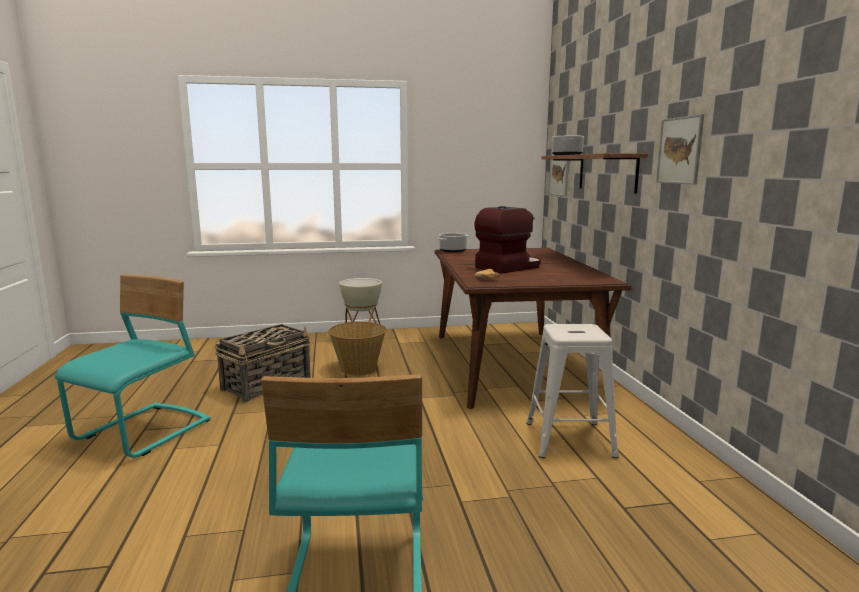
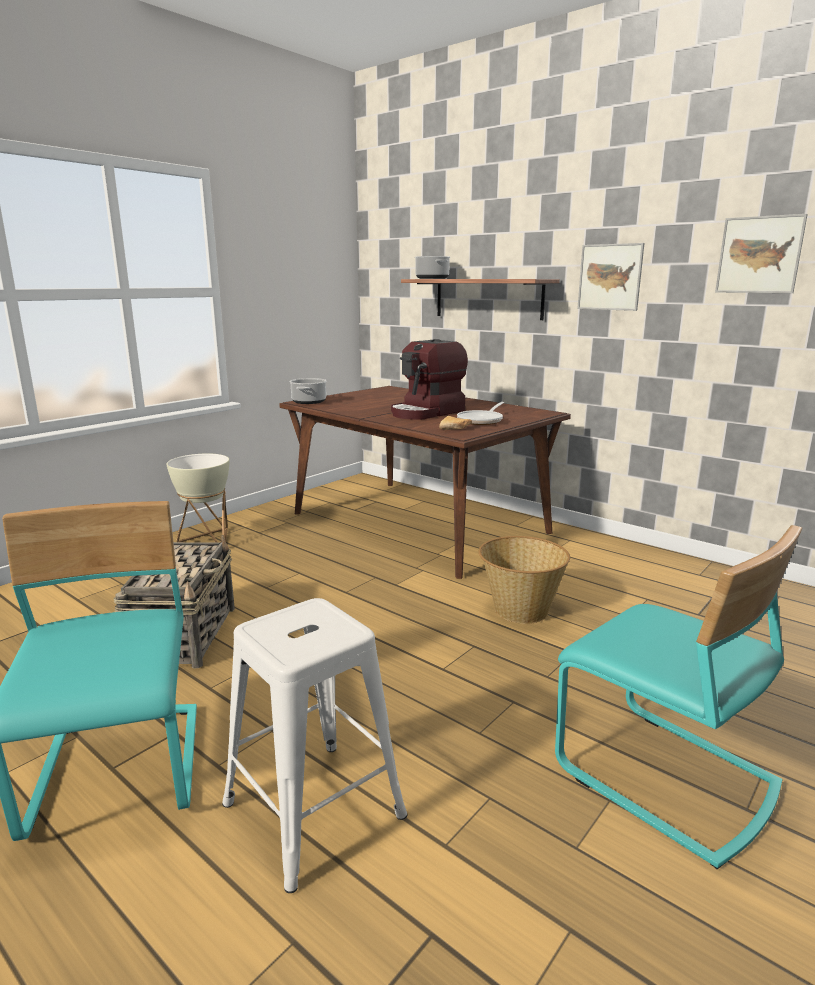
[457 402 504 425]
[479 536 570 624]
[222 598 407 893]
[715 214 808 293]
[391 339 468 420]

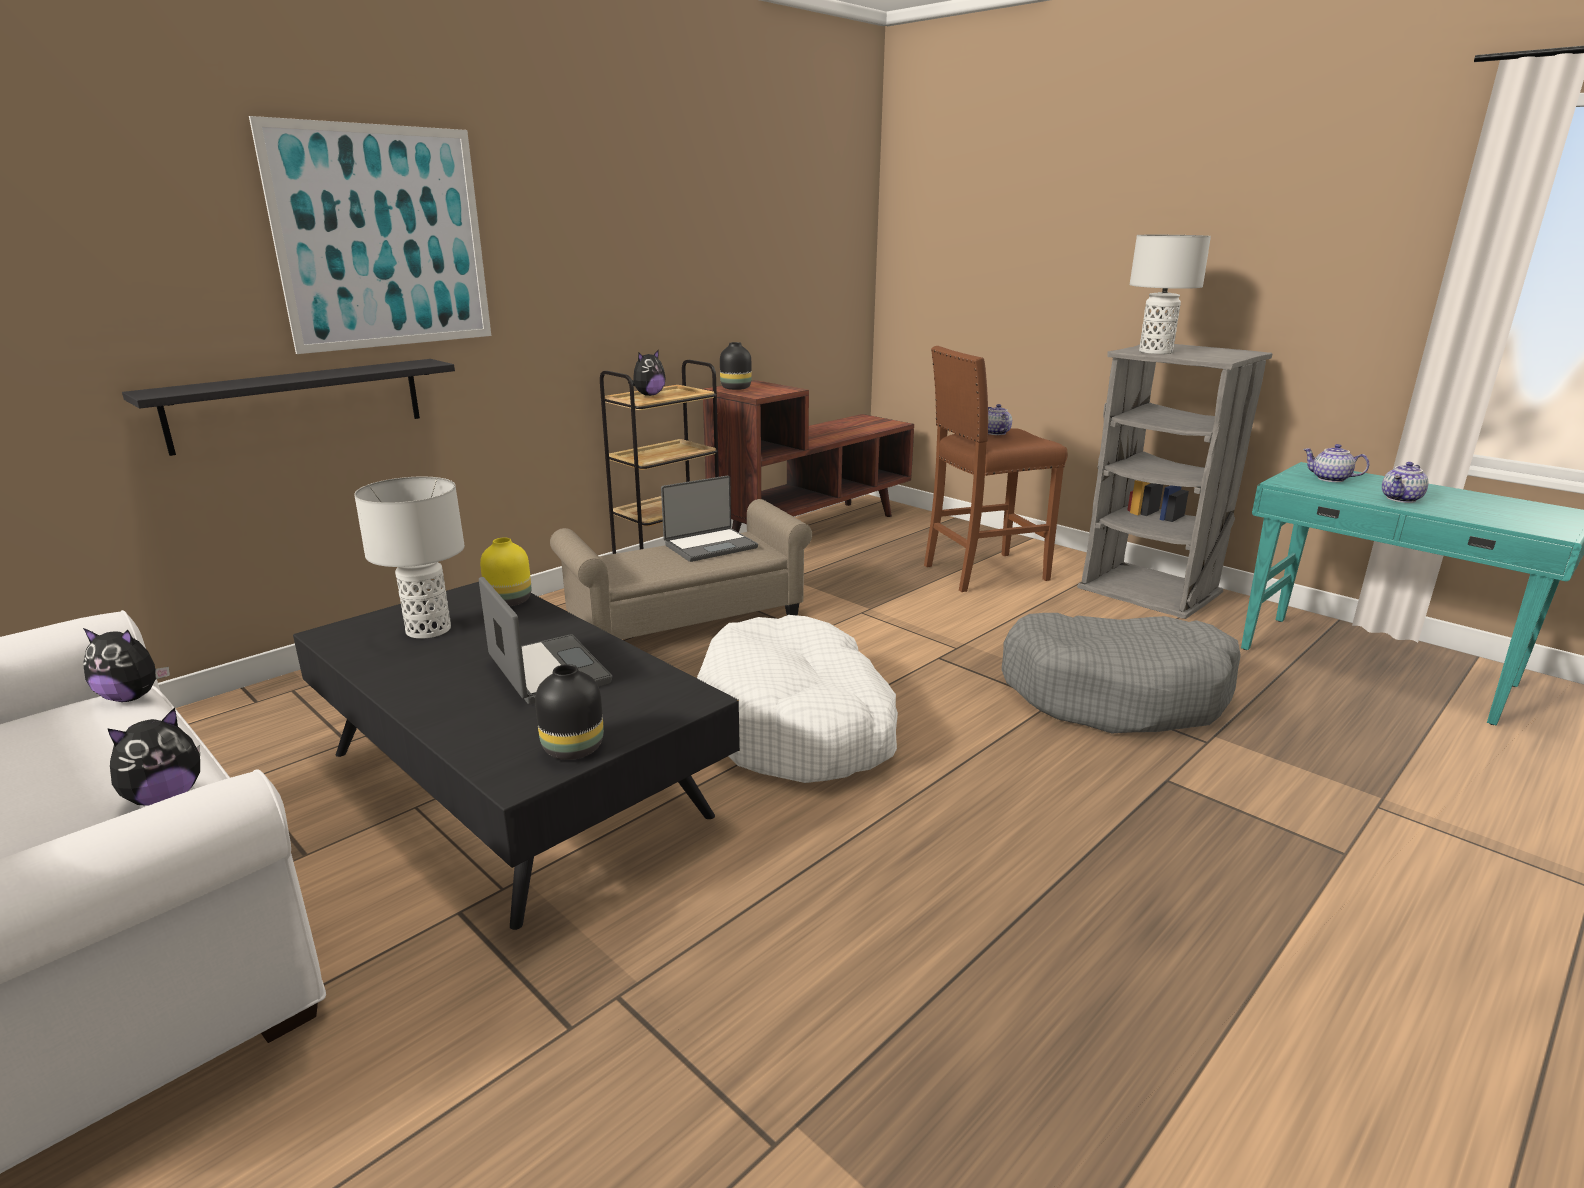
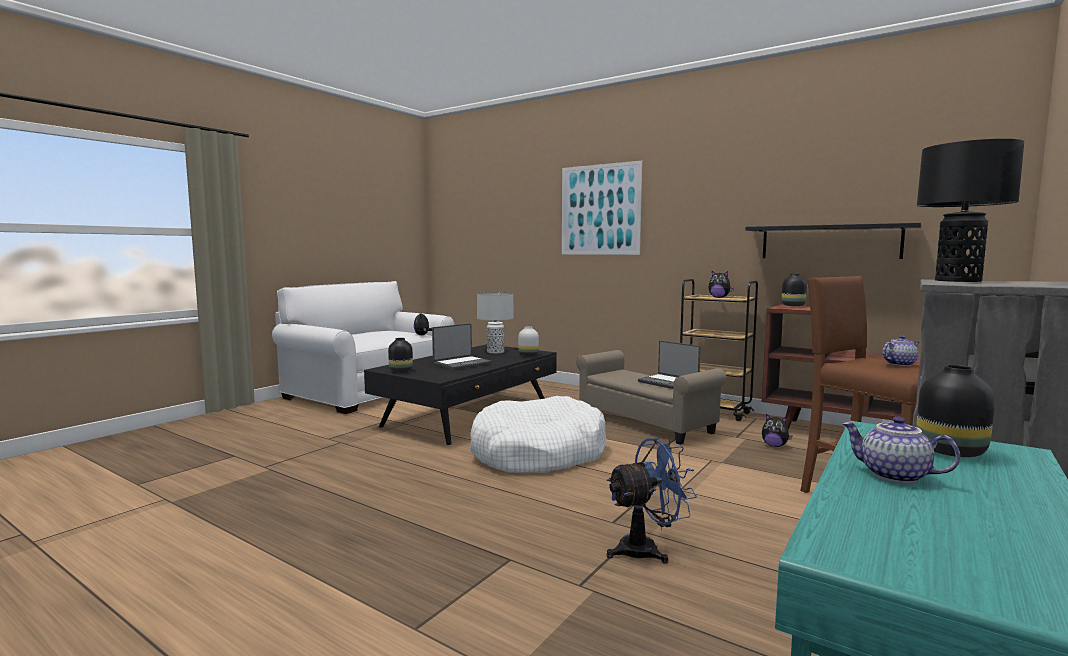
[762 414 792 447]
[746 223 921 259]
[607 437 697 564]
[916 365 995 457]
[518 326 539 356]
[917 139 1024 282]

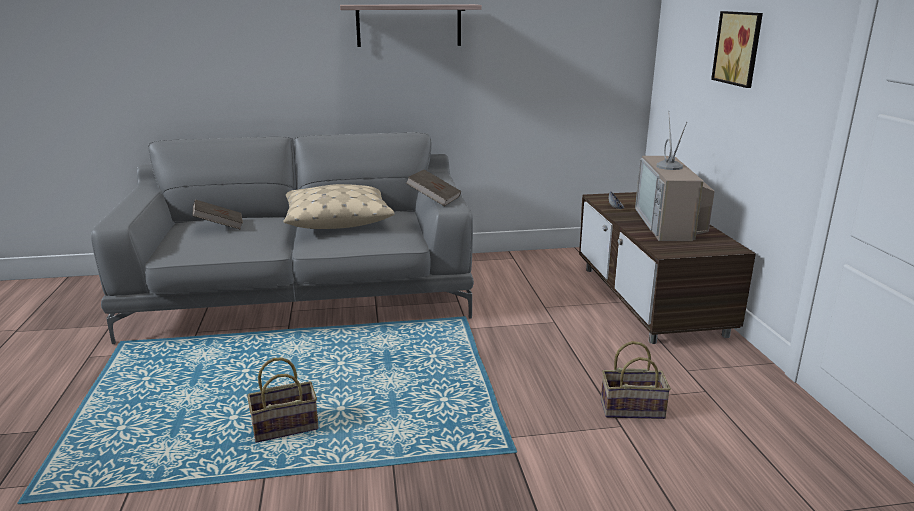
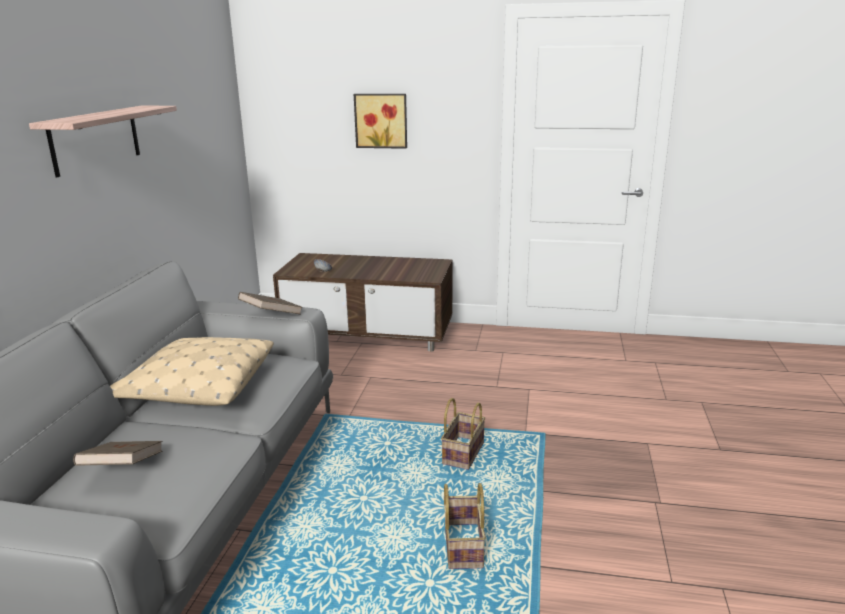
[635 110 715 242] (first image)
[441 398 485 470]

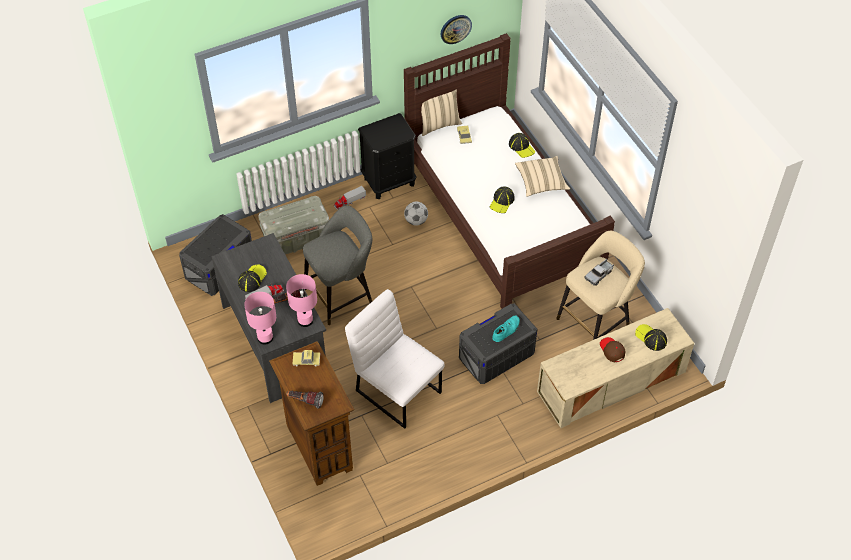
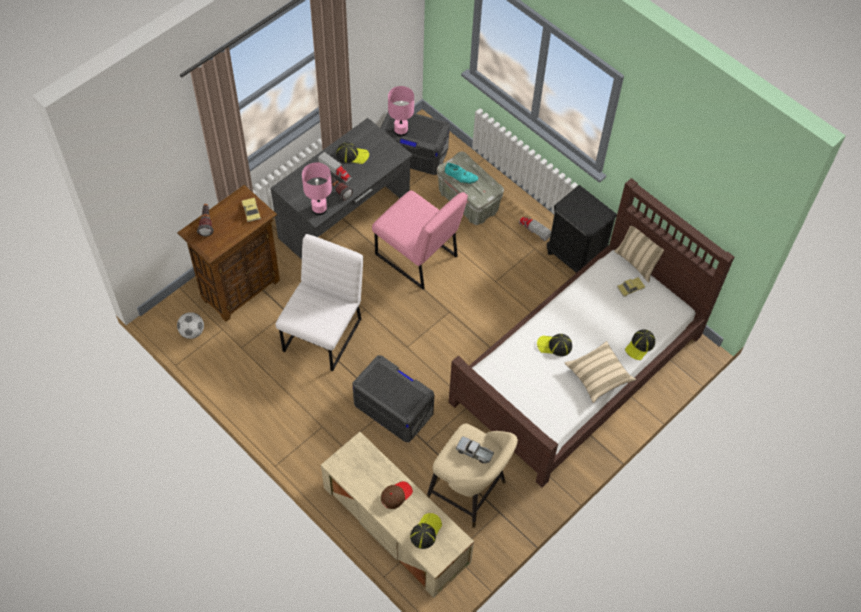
[440 15 472 44] (first image)
[388 86 414 136]
[177 312 204 339]
[445 163 478 184]
[372 190 468 289]

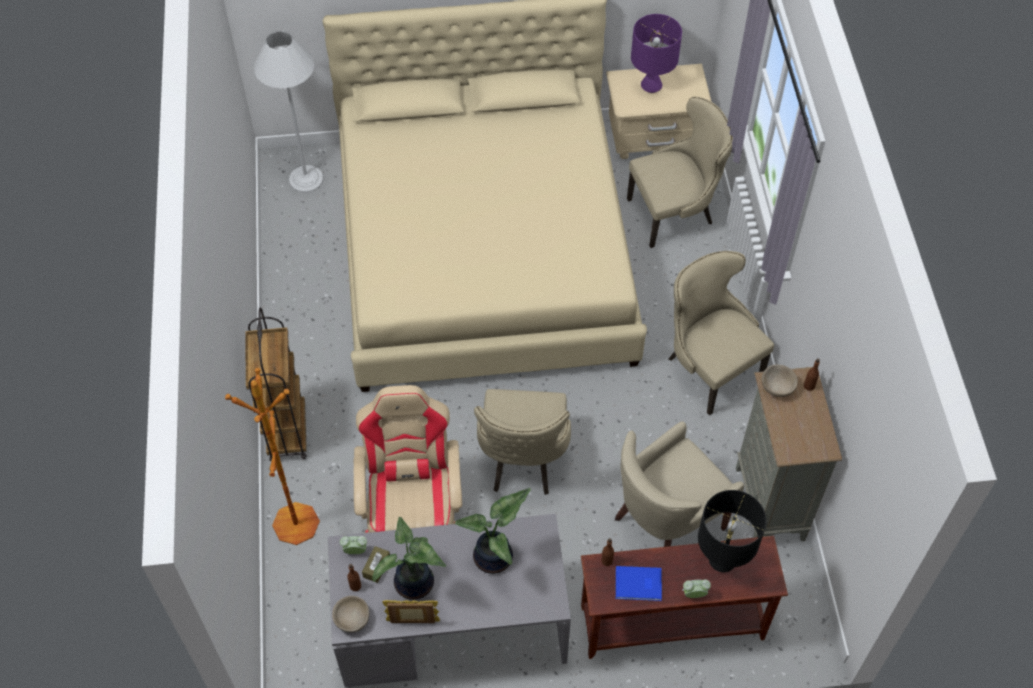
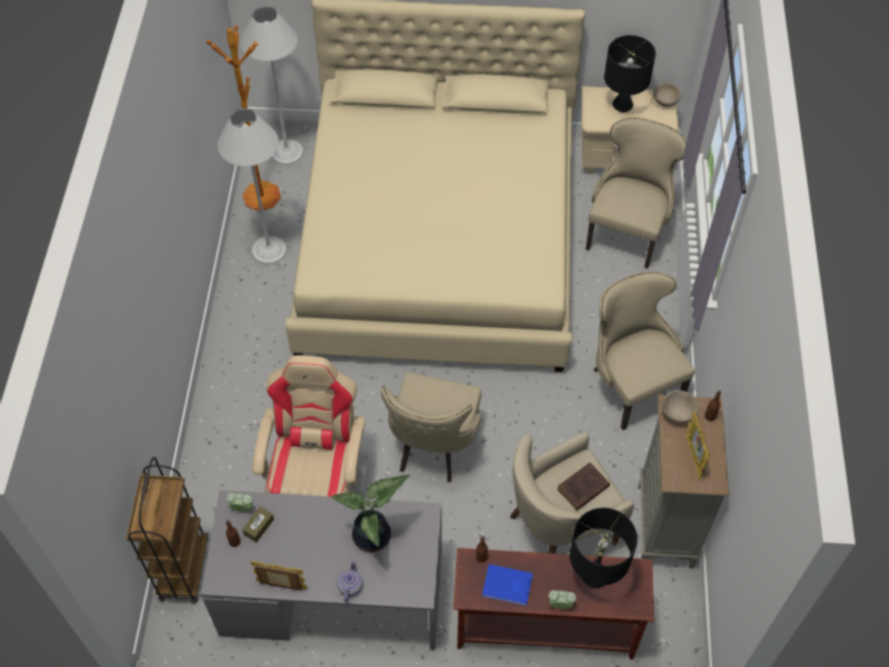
[372 517 446 600] (first image)
[218 108 287 265]
[337 560 363 603]
[557 462 610 510]
[685 411 711 480]
[206 26 281 211]
[126 457 209 603]
[653 83 680 107]
[604 35 656 112]
[586 117 687 269]

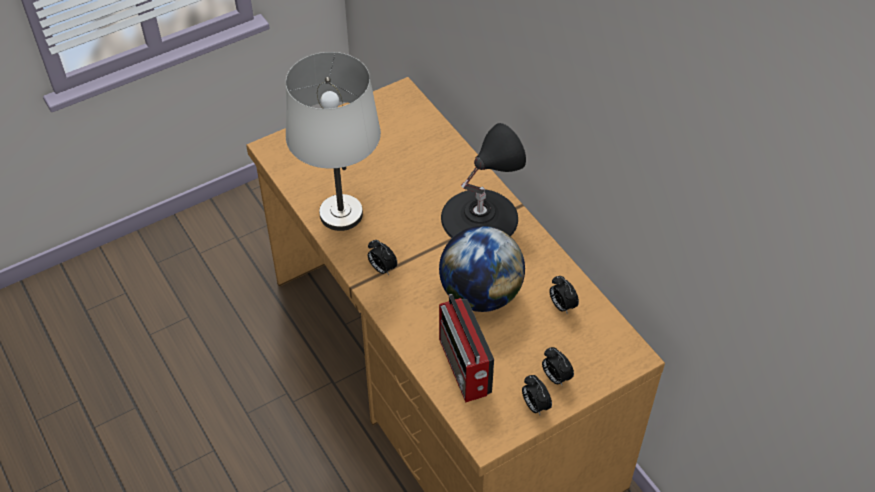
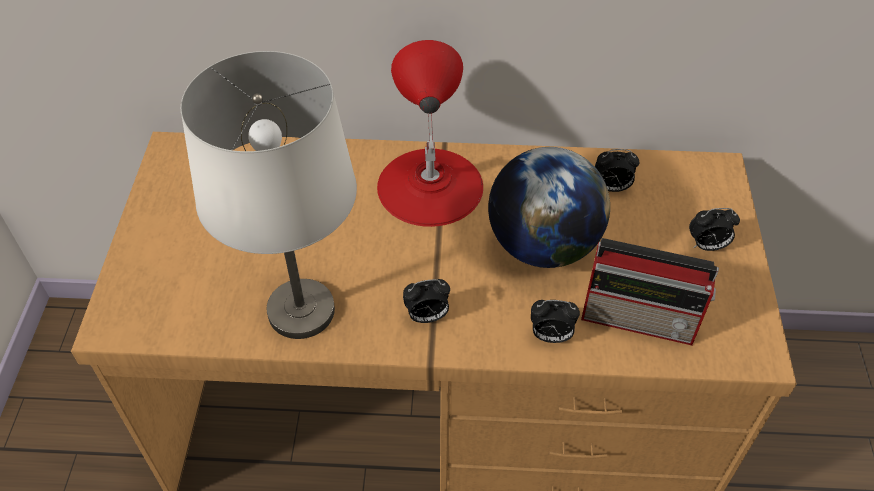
[531 300 580 343]
[377 40 483 227]

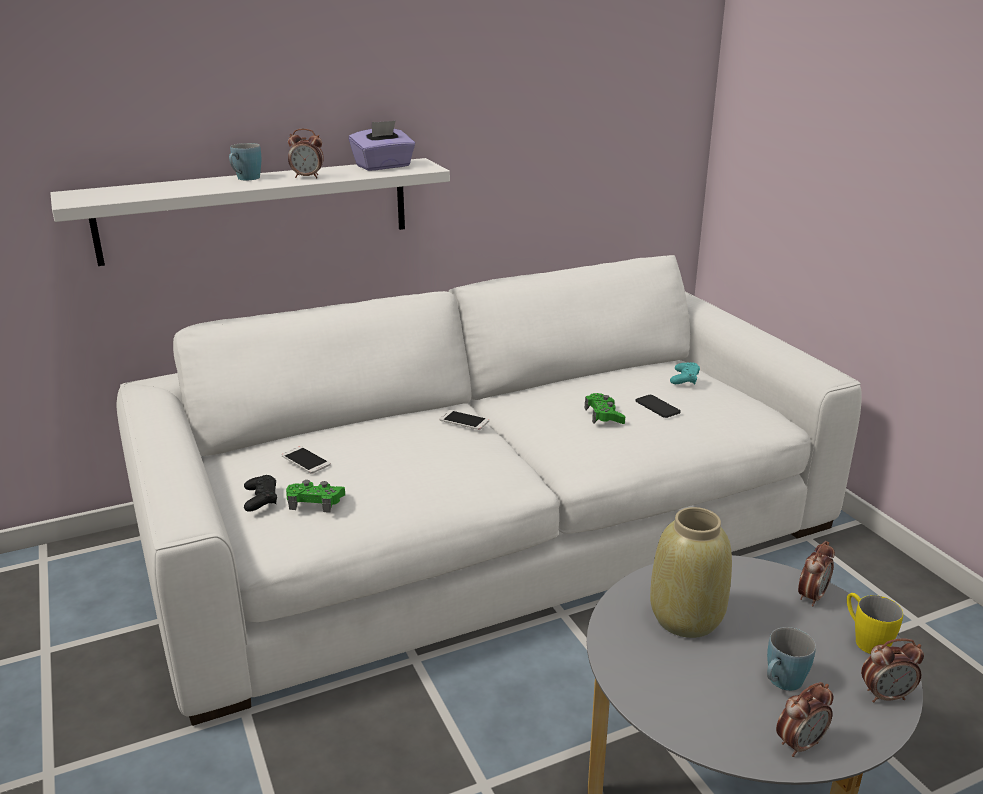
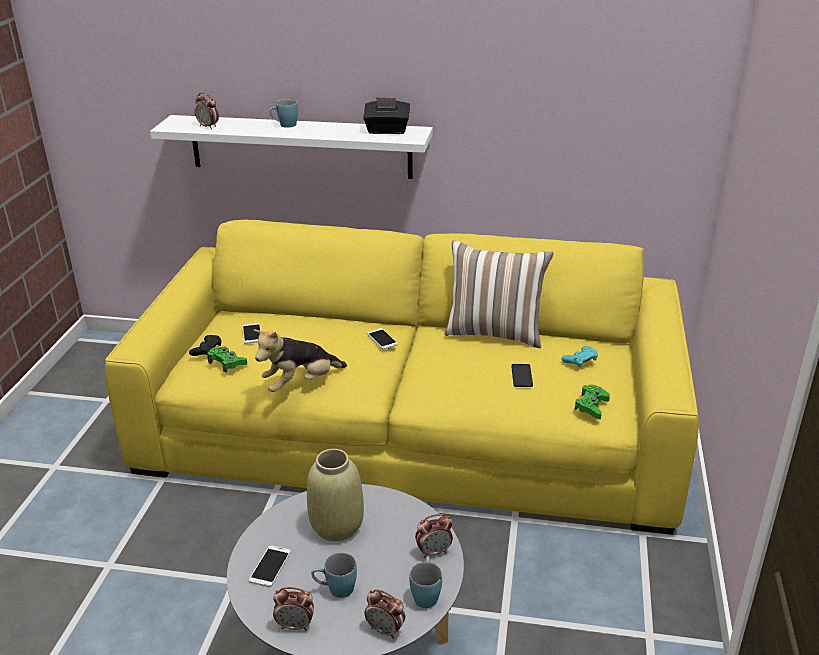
[249 545 291 587]
[253 330 347 392]
[445 240 553 348]
[195 92 219 129]
[574 385 610 419]
[105 220 699 535]
[363 97 410 134]
[409 557 442 608]

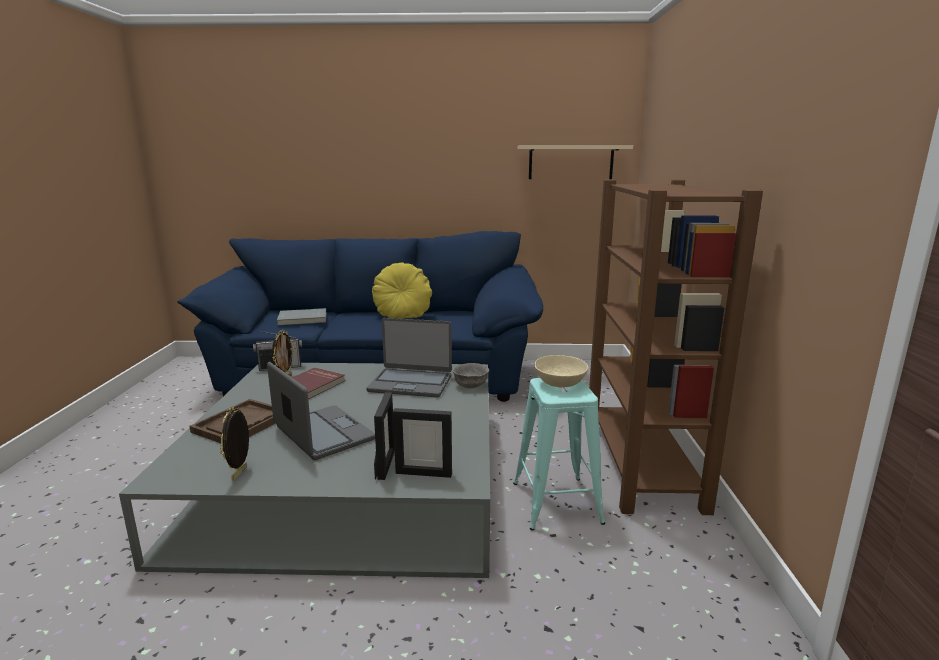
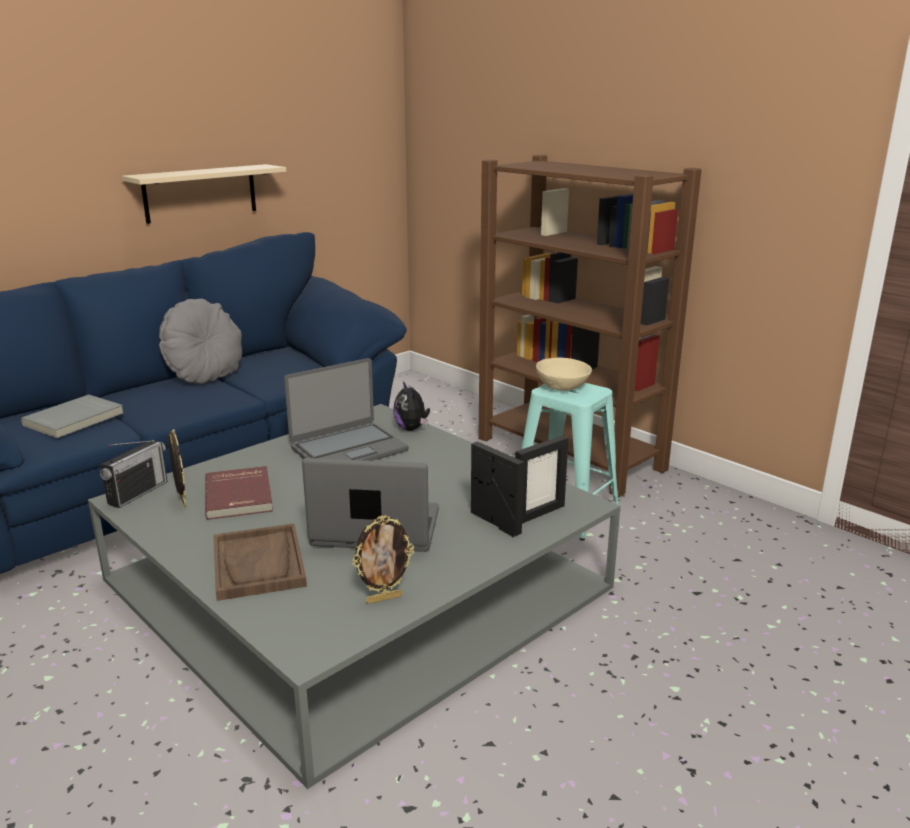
[122 164 286 224]
[393 381 430 431]
[159 299 242 384]
[352 516 414 604]

